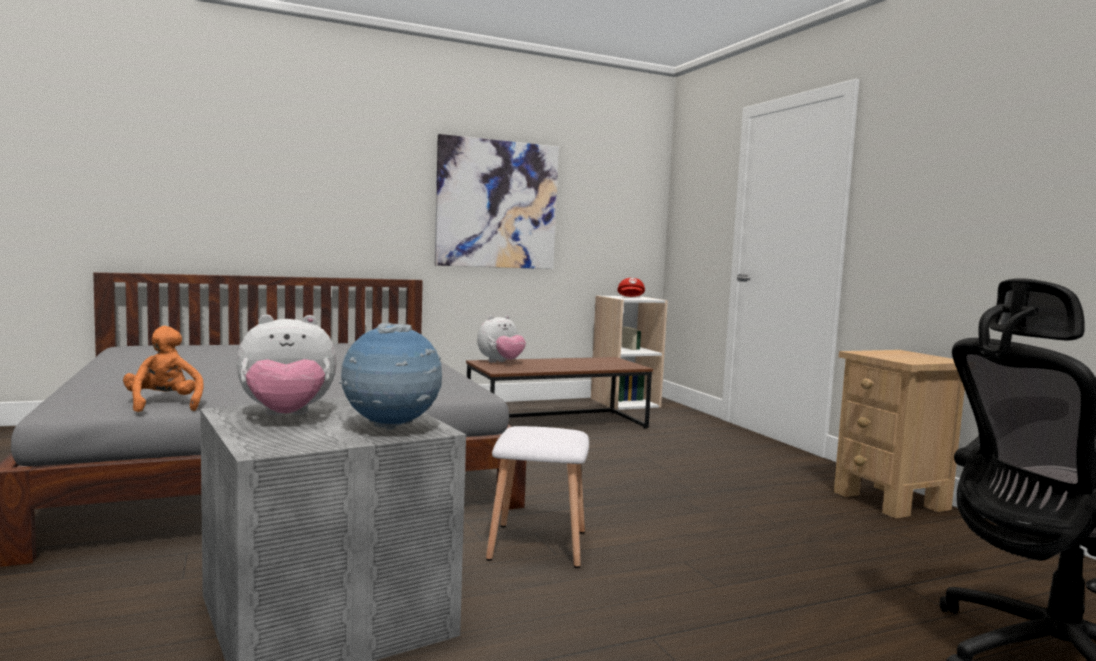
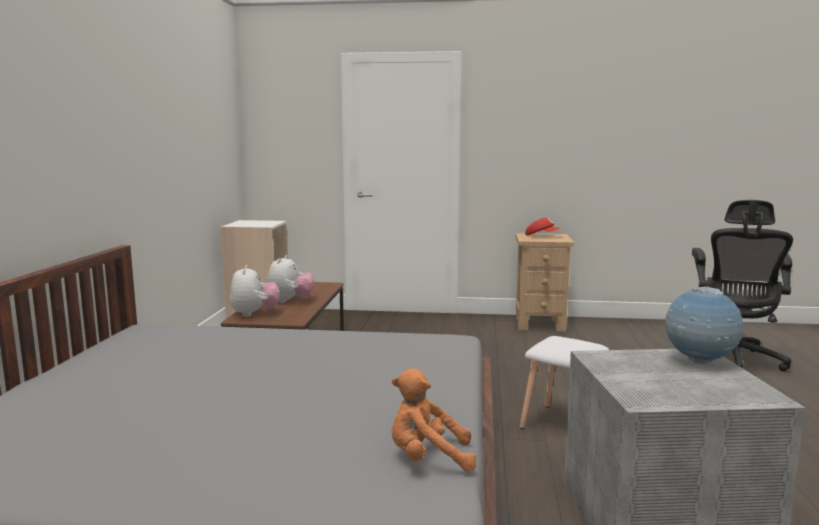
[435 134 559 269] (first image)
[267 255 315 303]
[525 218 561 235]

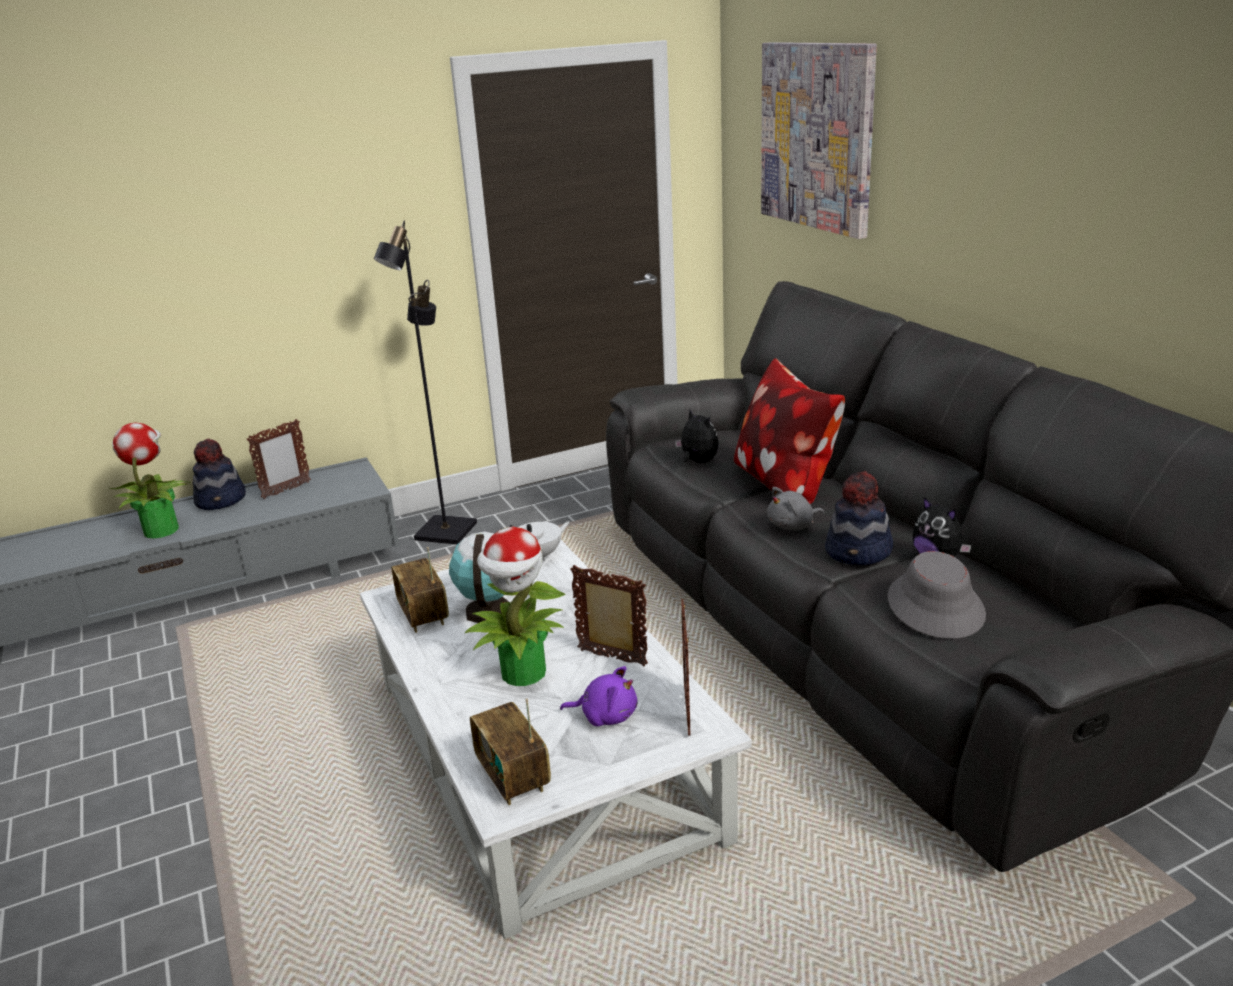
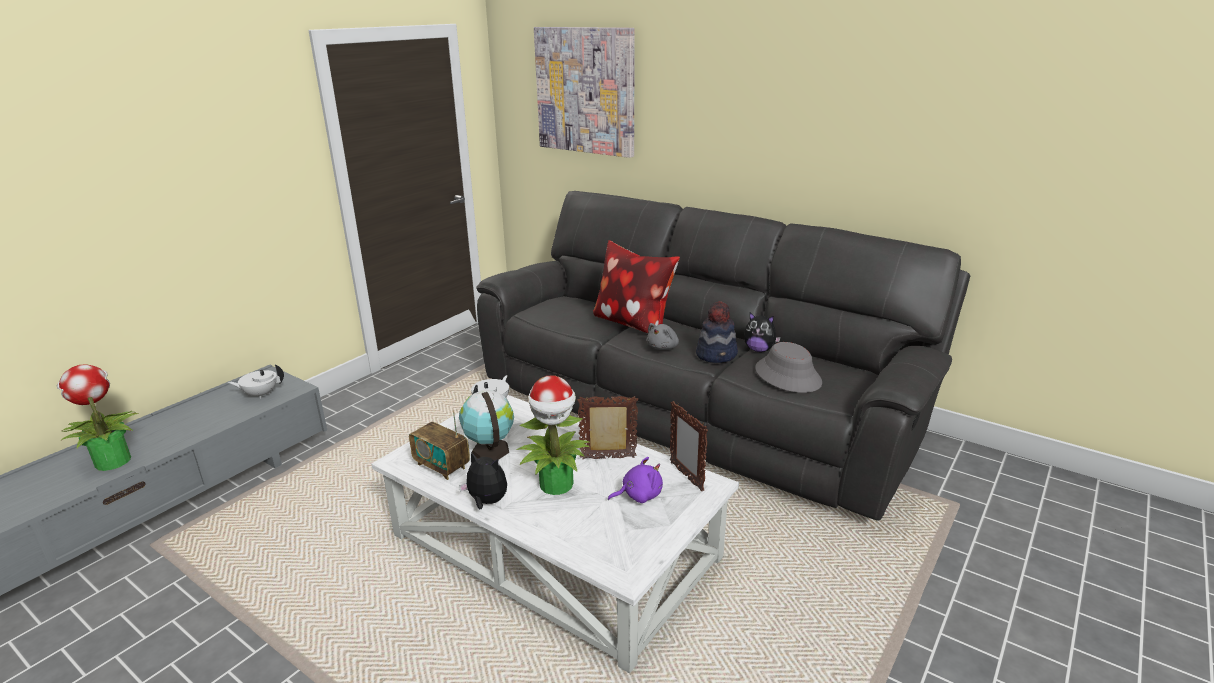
[193 438 246 510] (first image)
[246 419 311 499] (first image)
[374 221 477 544] (first image)
[470 698 551 805] (first image)
[227 364 284 399]
[459 452 507 510]

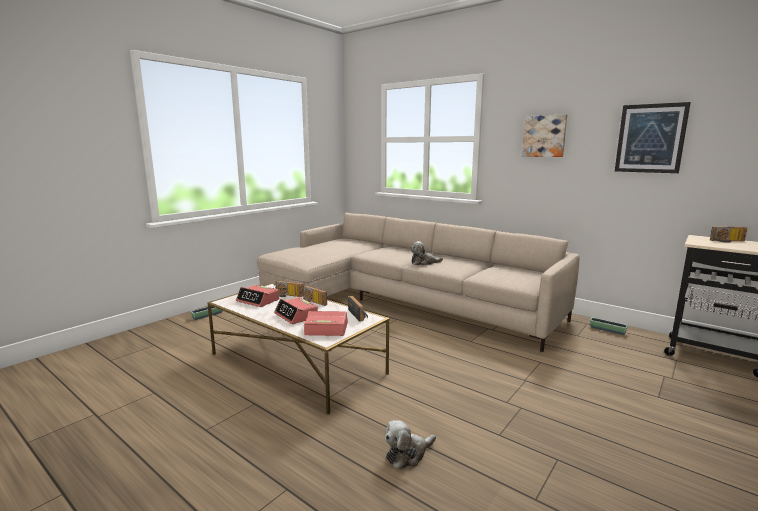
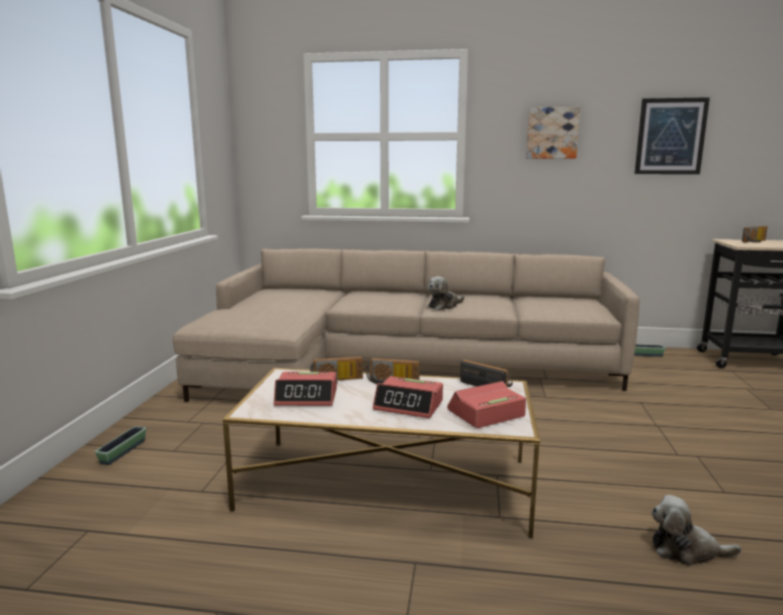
[651 495 741 566]

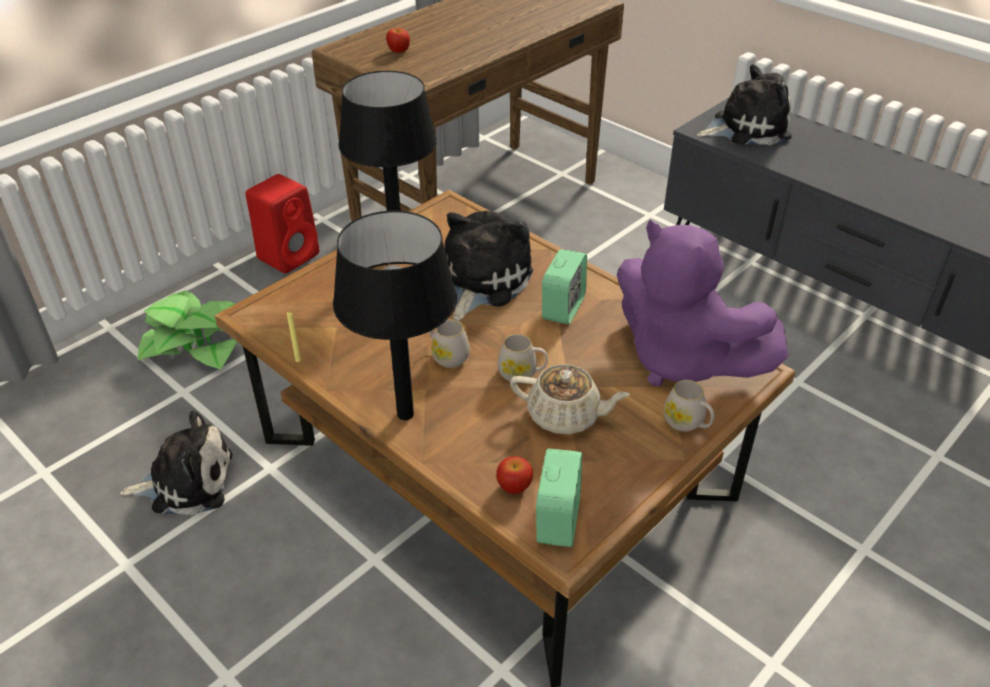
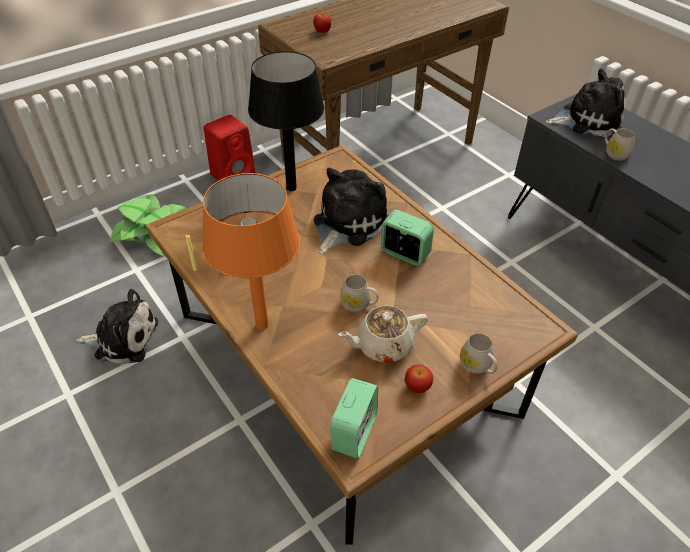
[617 220 789 386] (first image)
[605 128 635 161]
[405 365 433 393]
[202 173 300 330]
[338 306 428 362]
[381 210 434 266]

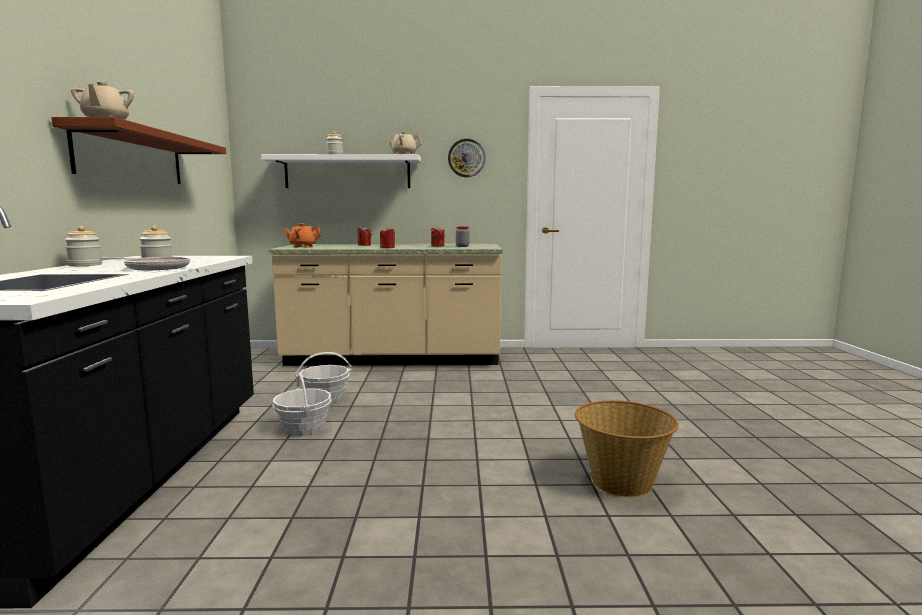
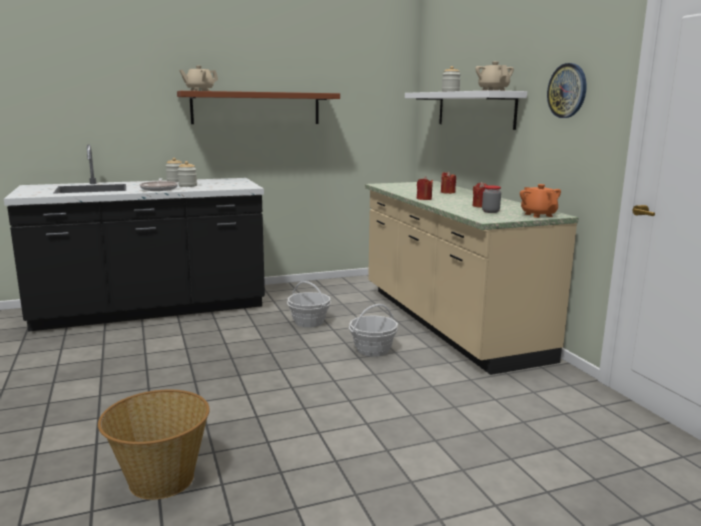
[349 304 398 357]
[520 184 561 218]

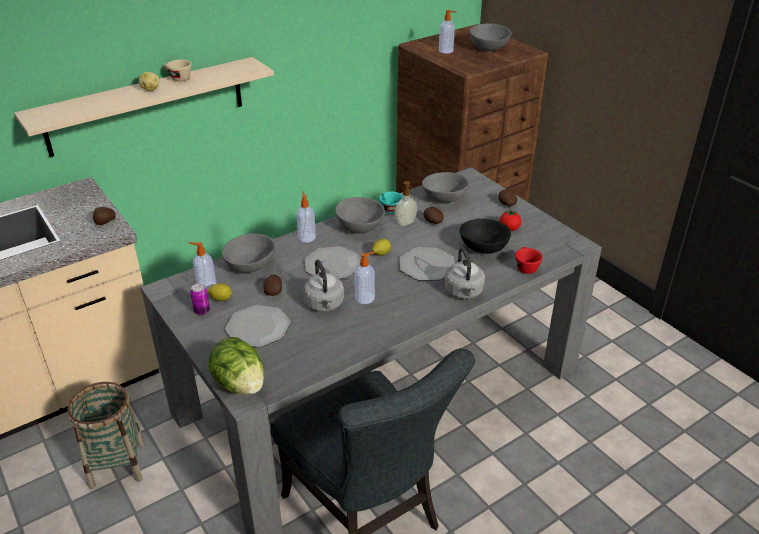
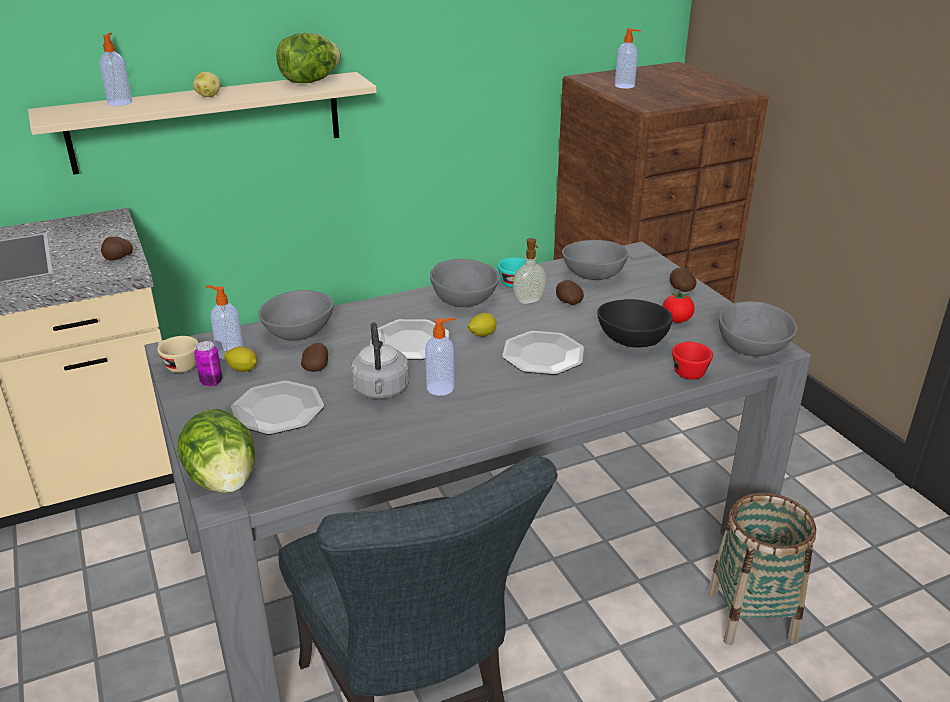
[445 247 485 299] (first image)
[276 33 341 83]
[708 493 816 645]
[157 336 198 373]
[99 33 132 106]
[719 301 798 356]

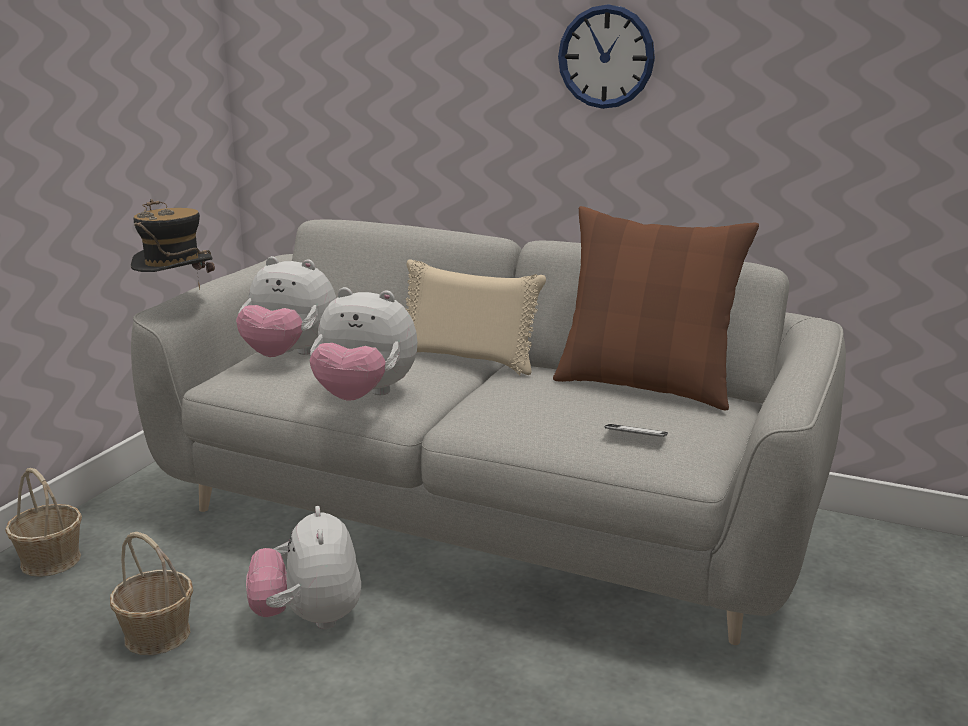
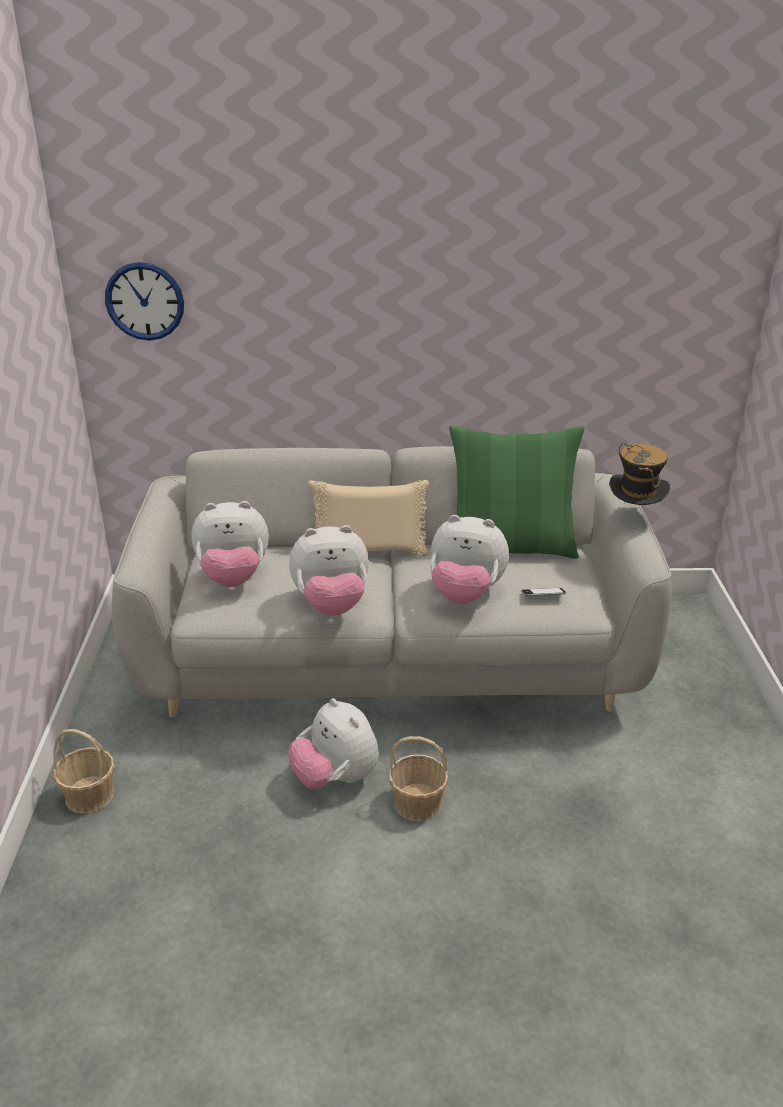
[430 515 509 604]
[389 736 449 821]
[609 443 670 505]
[105 262 184 341]
[449 425 584 559]

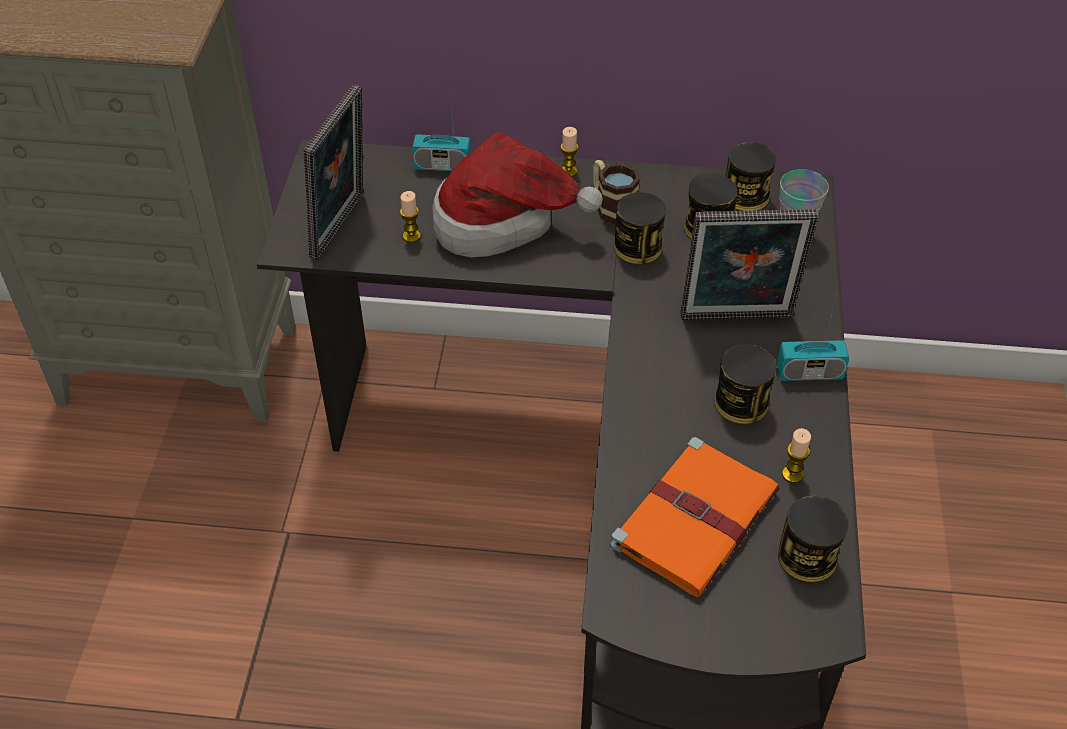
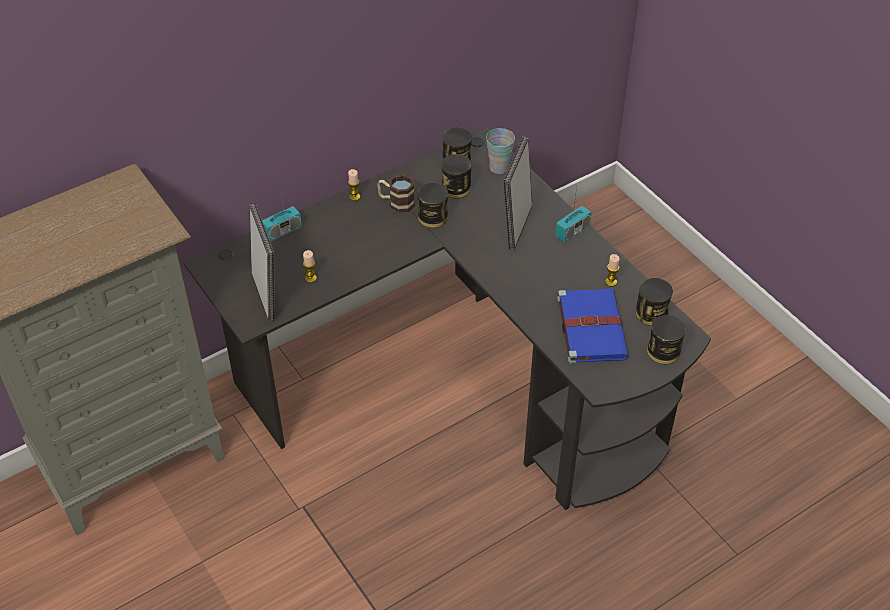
[432 133 603 258] (first image)
[647 315 685 364]
[557 288 629 364]
[503 137 532 250]

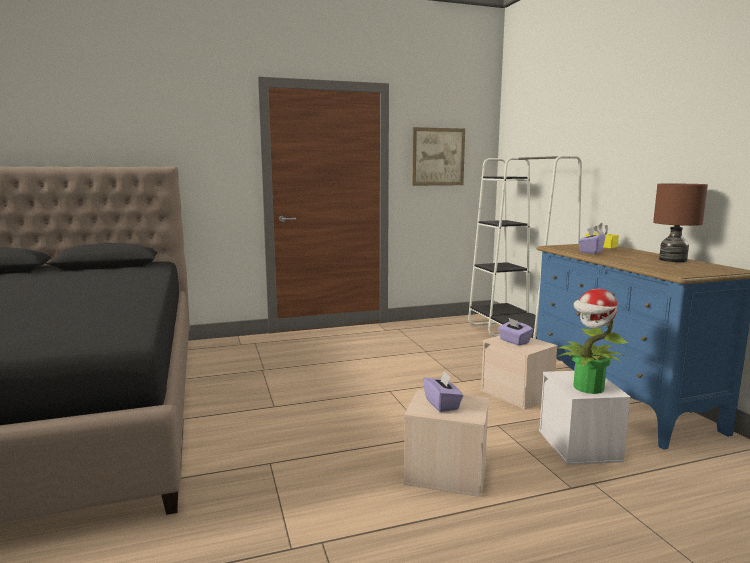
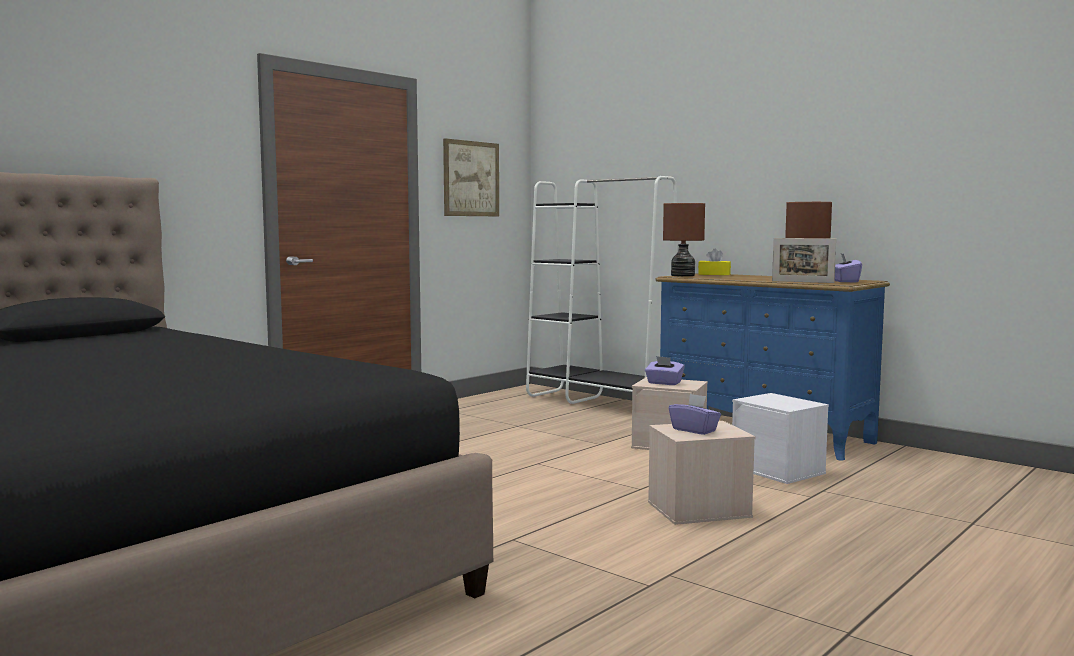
[557 289 628 394] (first image)
[663 203 705 276]
[772 238 836 283]
[835 254 862 282]

